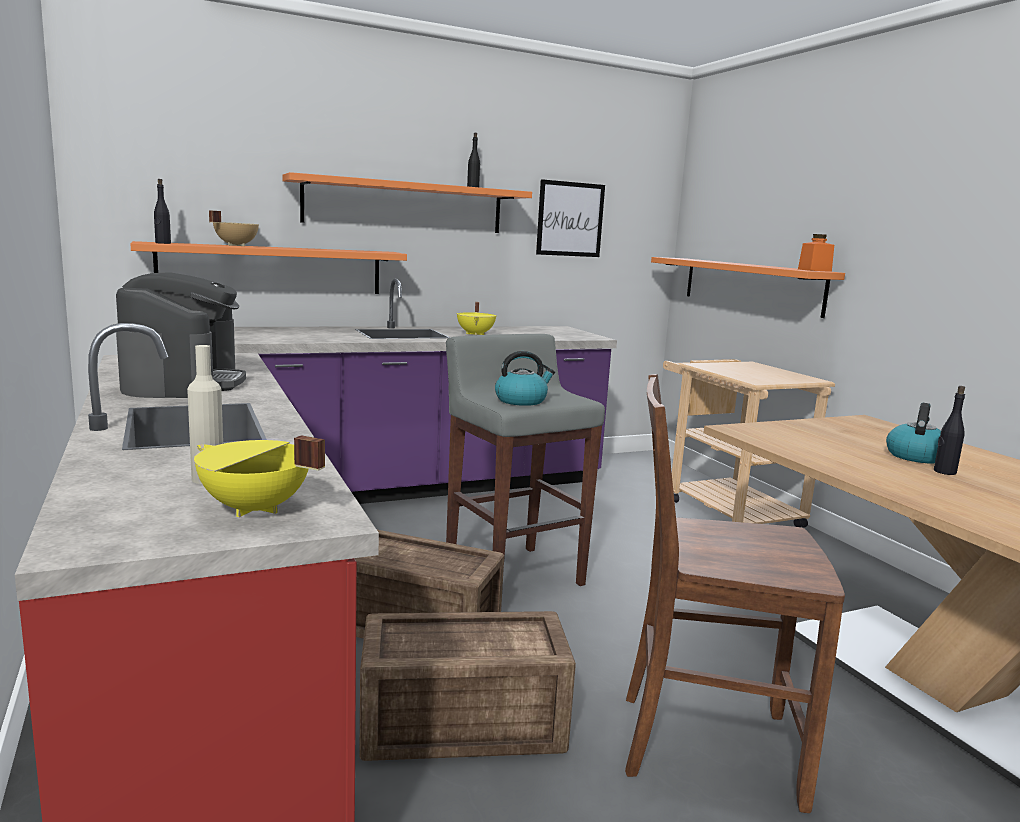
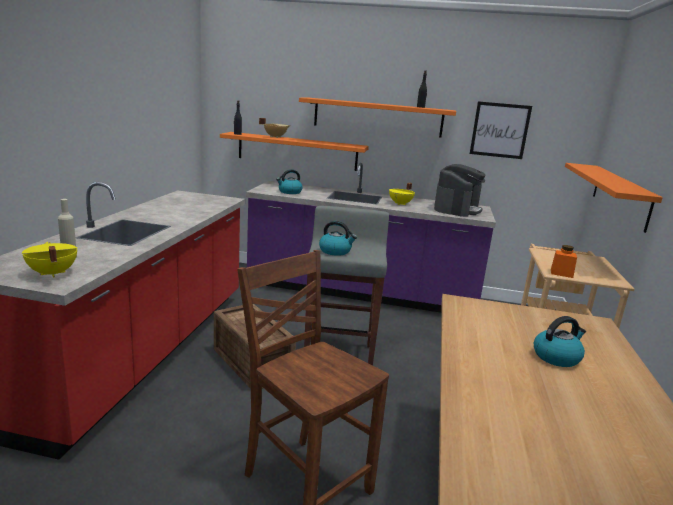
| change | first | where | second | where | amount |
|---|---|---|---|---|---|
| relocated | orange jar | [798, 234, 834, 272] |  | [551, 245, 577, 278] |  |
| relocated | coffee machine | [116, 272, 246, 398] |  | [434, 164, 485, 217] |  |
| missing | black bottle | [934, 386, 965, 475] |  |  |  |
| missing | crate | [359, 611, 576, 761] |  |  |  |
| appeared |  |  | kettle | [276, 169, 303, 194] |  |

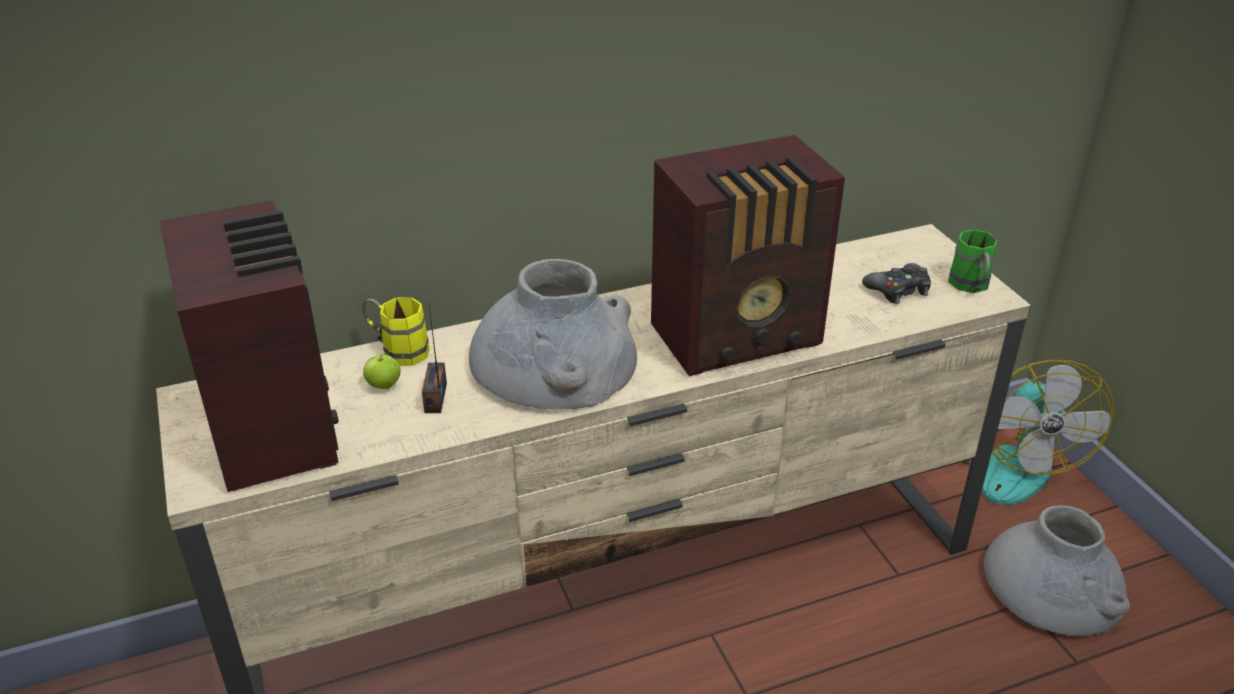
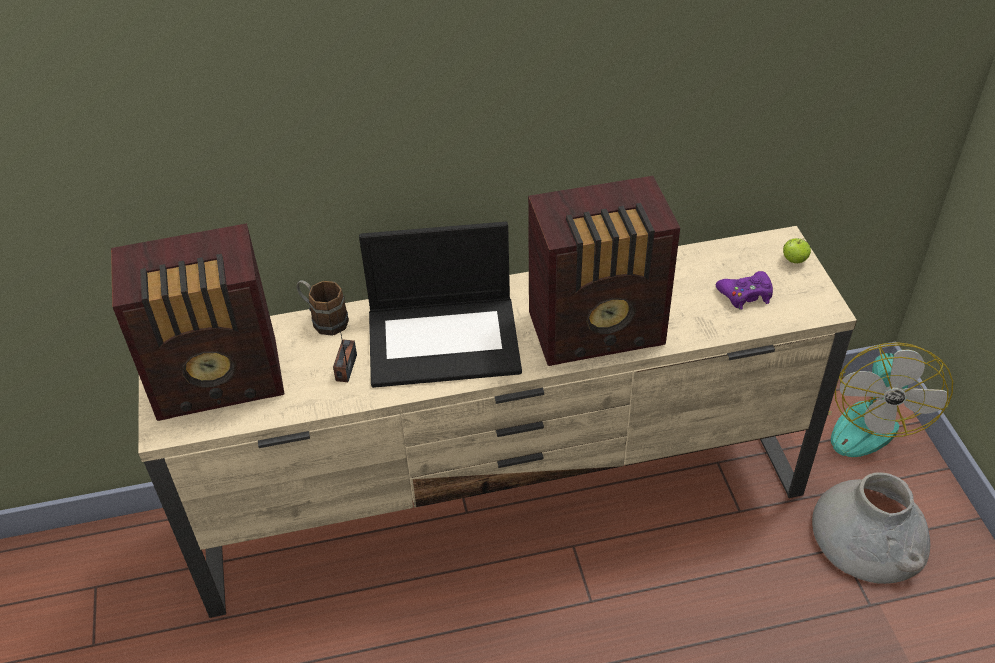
| change | first | where | second | where | amount |
|---|---|---|---|---|---|
| spun | radio | [159, 200, 339, 492] |  | [111, 223, 284, 421] | 90 degrees clockwise |
| missing | green mug | [948, 229, 997, 293] |  |  |  |
| exchanged | grey vase | [469, 259, 637, 410] | laptop | [359, 222, 522, 388] |  |
| colour | black game controller | [862, 263, 931, 304] | purple game controller | [716, 271, 773, 310] |  |
| colour | yellow mug | [362, 298, 430, 366] | brown mug | [296, 280, 349, 336] |  |
| relocated | apple | [363, 353, 401, 389] |  | [783, 238, 811, 263] |  |

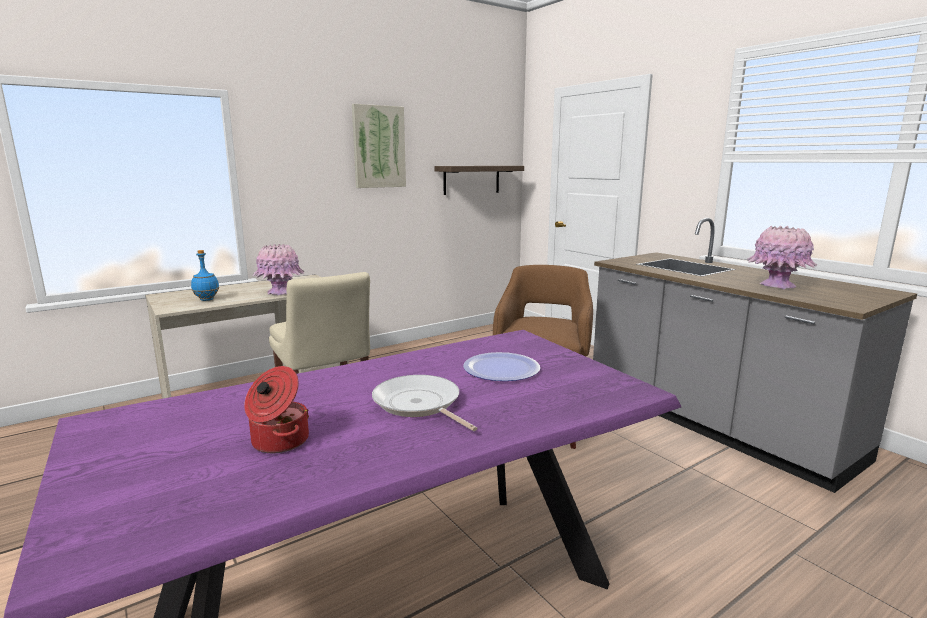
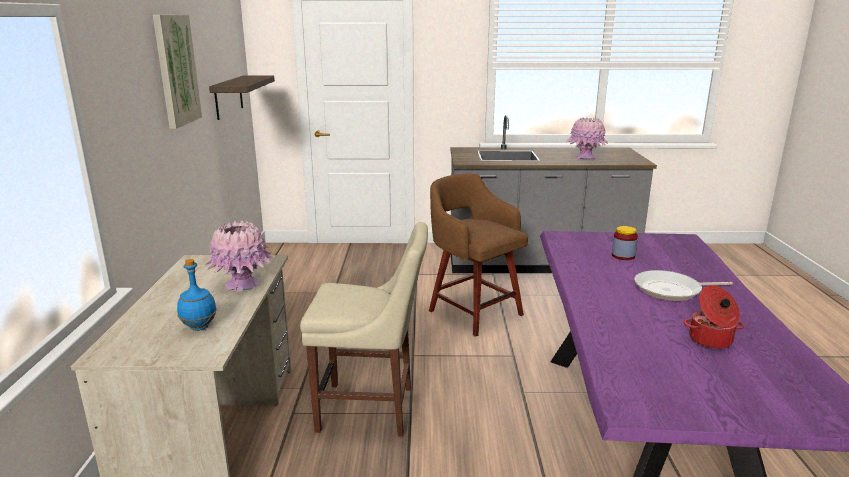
| change | first | where | second | where | amount |
|---|---|---|---|---|---|
| exchanged | plate | [463, 352, 540, 381] | jar | [612, 226, 638, 260] |  |

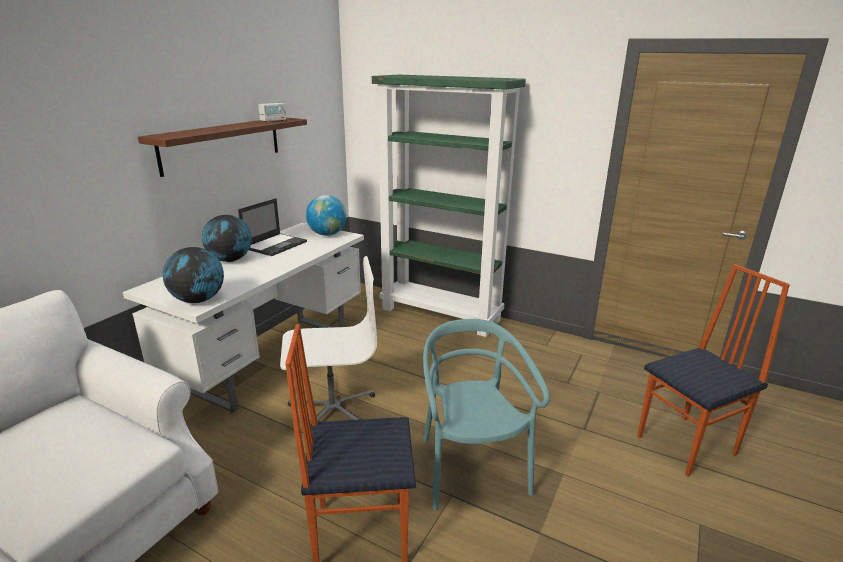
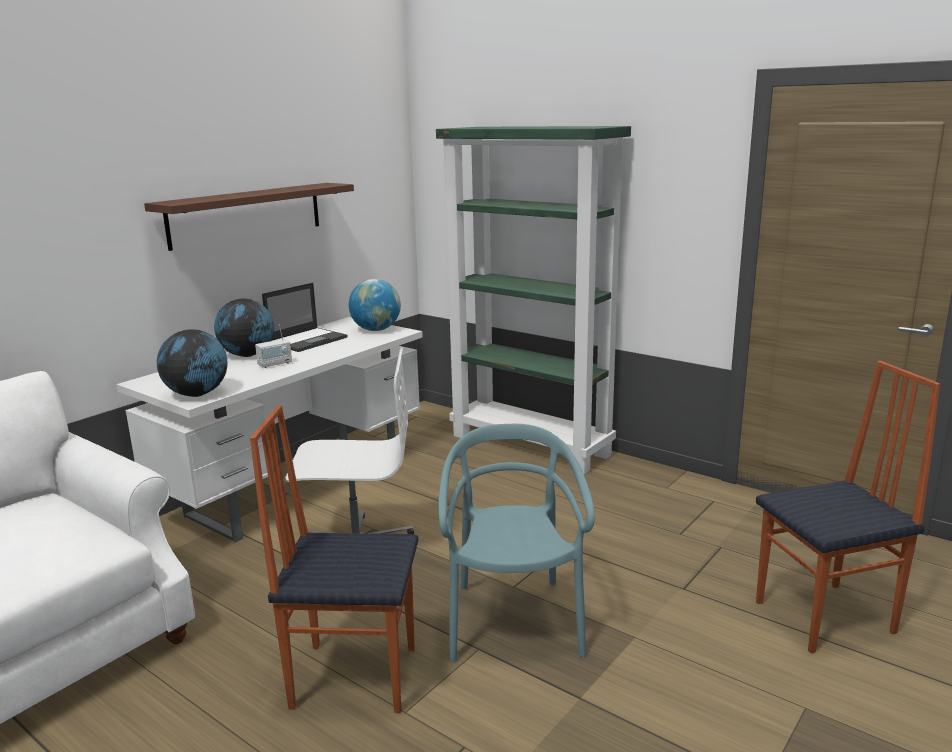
| change | first | where | second | where | amount |
|---|---|---|---|---|---|
| relocated | radio | [258, 90, 286, 122] |  | [255, 324, 292, 368] |  |

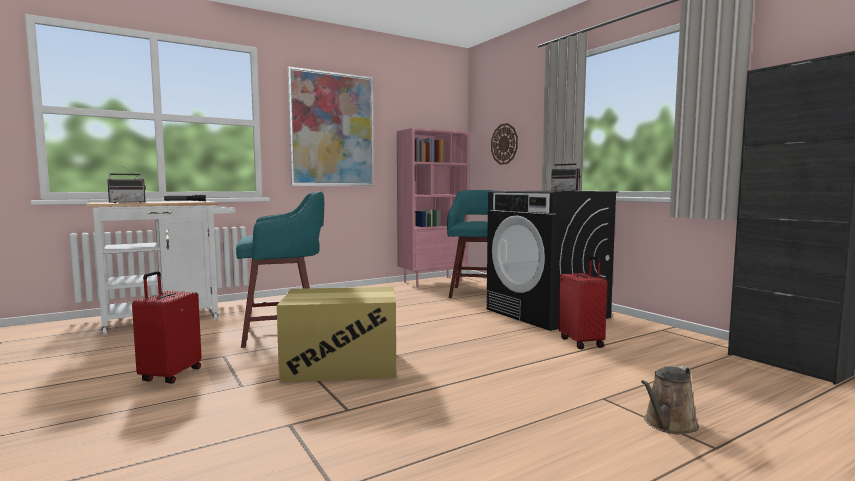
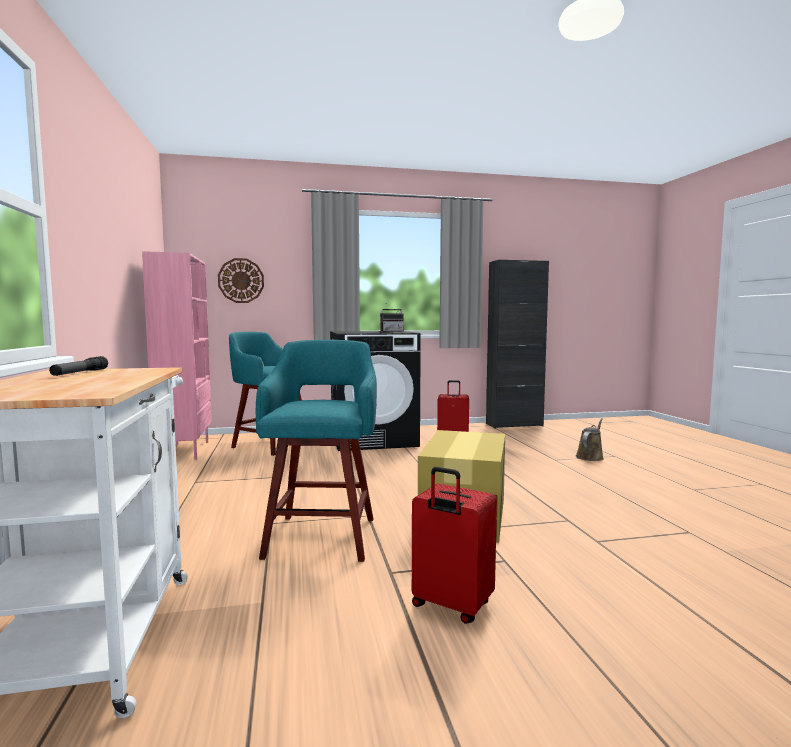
| change | first | where | second | where | amount |
|---|---|---|---|---|---|
| missing | picture | [288, 66, 374, 186] |  |  |  |
| missing | radio | [107, 167, 146, 203] |  |  |  |
| spun | brown watering can | [641, 365, 699, 435] |  | [576, 418, 604, 461] | 120 degrees counterclockwise |

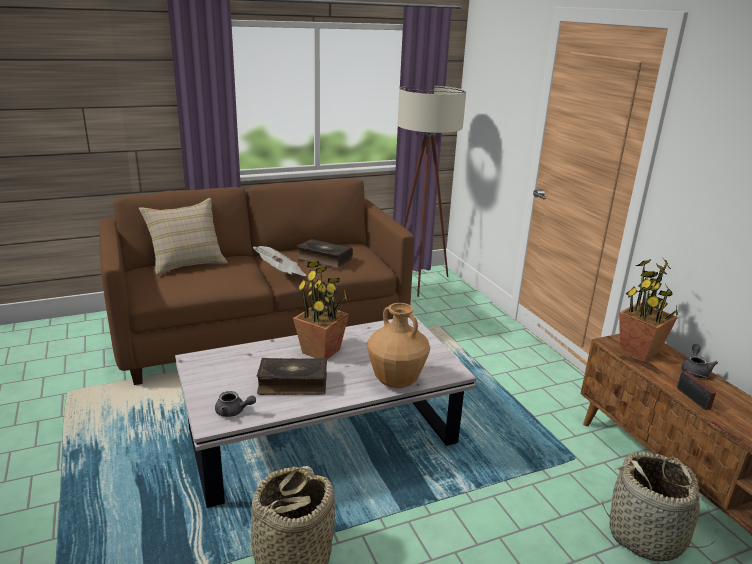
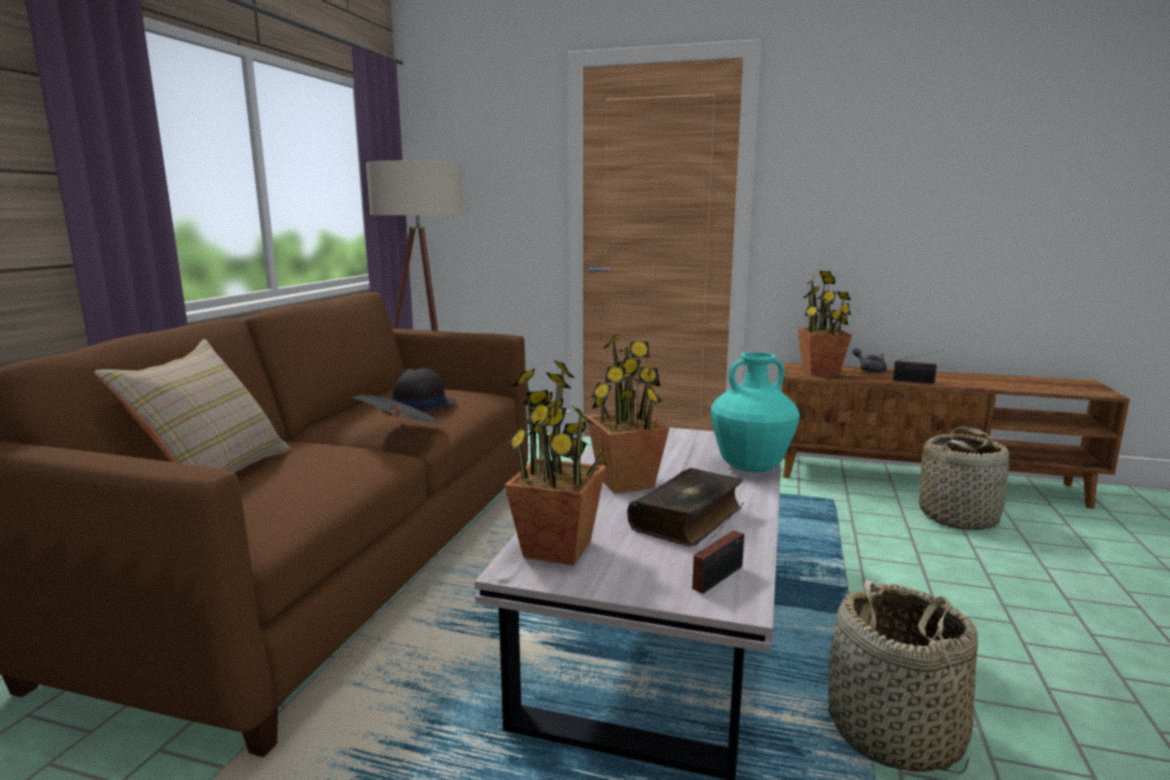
| change | first | where | second | where | amount |
|---|---|---|---|---|---|
| exchanged | book | [297, 239, 353, 268] | black hat | [388, 368, 456, 413] |  |
| colour | brown vase | [367, 303, 430, 388] | turquoise vase | [711, 352, 800, 472] |  |
| exchanged | grey teapot | [215, 391, 256, 417] | radio | [692, 503, 744, 594] |  |
| appeared |  |  | potted plant | [504, 360, 607, 566] |  |

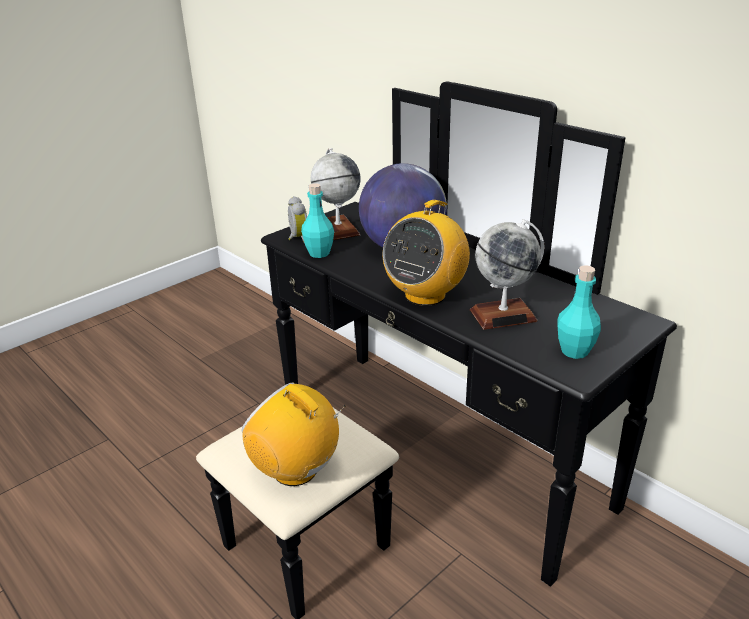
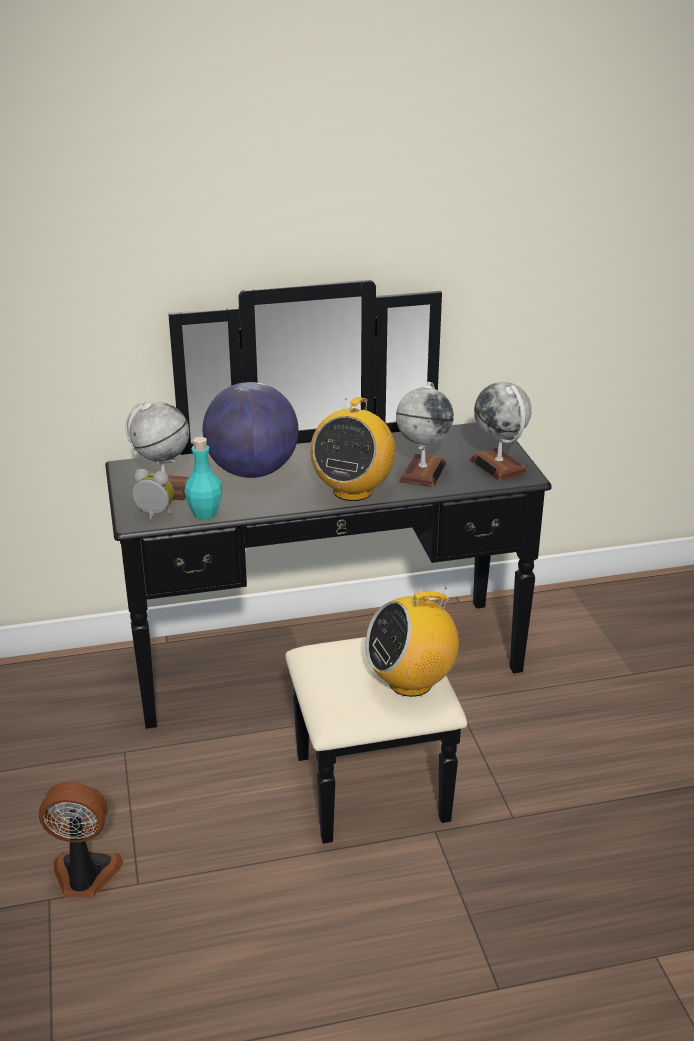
| change | first | where | second | where | amount |
|---|---|---|---|---|---|
| spun | radio | [383, 200, 470, 306] |  | [310, 397, 395, 501] | 45 degrees clockwise |
| exchanged | turquoise bottle | [557, 265, 601, 359] | globe | [470, 382, 532, 481] |  |
| appeared |  |  | fan | [39, 782, 123, 897] |  |

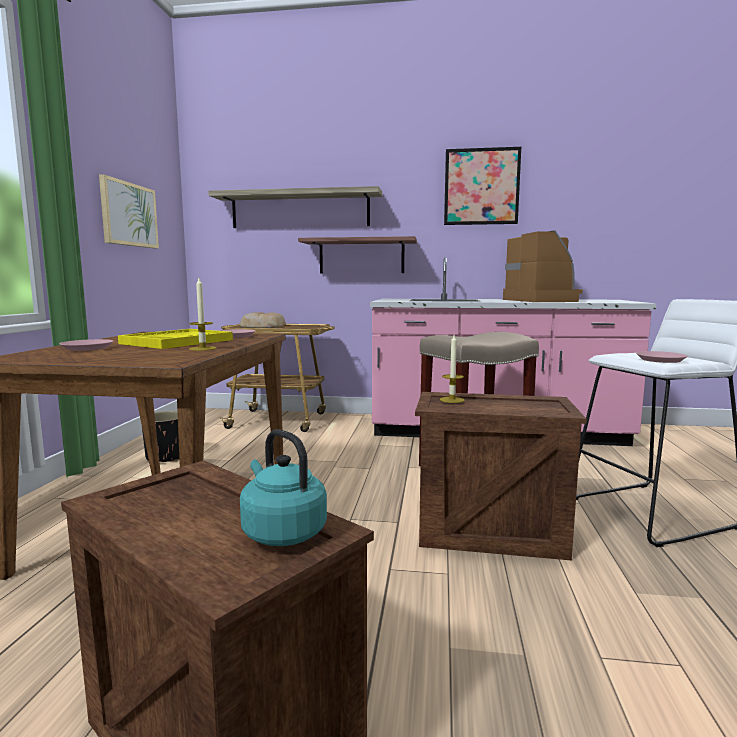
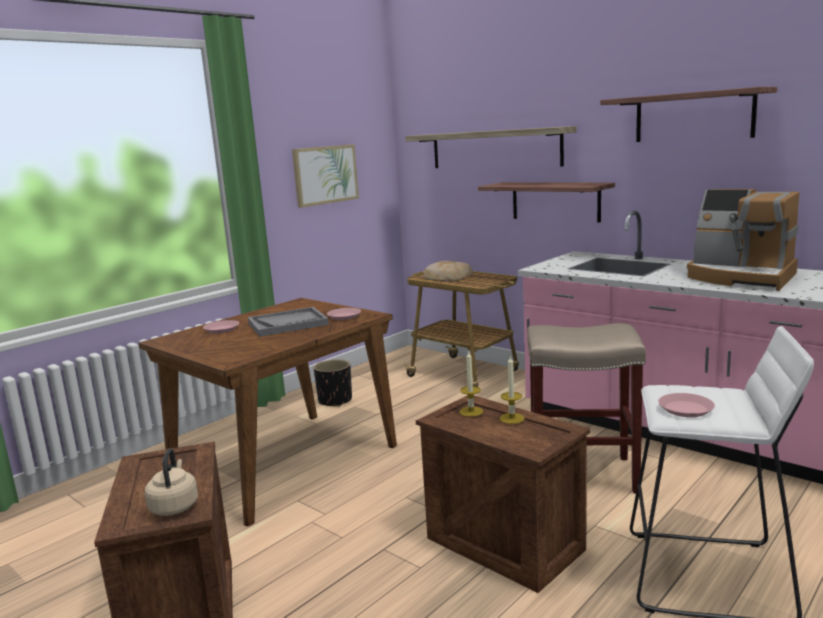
| change | first | where | second | where | amount |
|---|---|---|---|---|---|
| exchanged | picture | [444, 147, 521, 225] | shelf | [600, 87, 777, 142] |  |
| spun | coffee machine | [503, 230, 583, 302] |  | [687, 189, 799, 291] | 105 degrees clockwise |
| relocated | candle | [189, 278, 217, 351] |  | [500, 355, 525, 424] |  |
| colour | yellow tray | [118, 329, 233, 349] | grey tray | [248, 307, 329, 337] |  |
| colour | turquoise kettle | [240, 429, 327, 546] | beige kettle | [145, 448, 198, 516] |  |

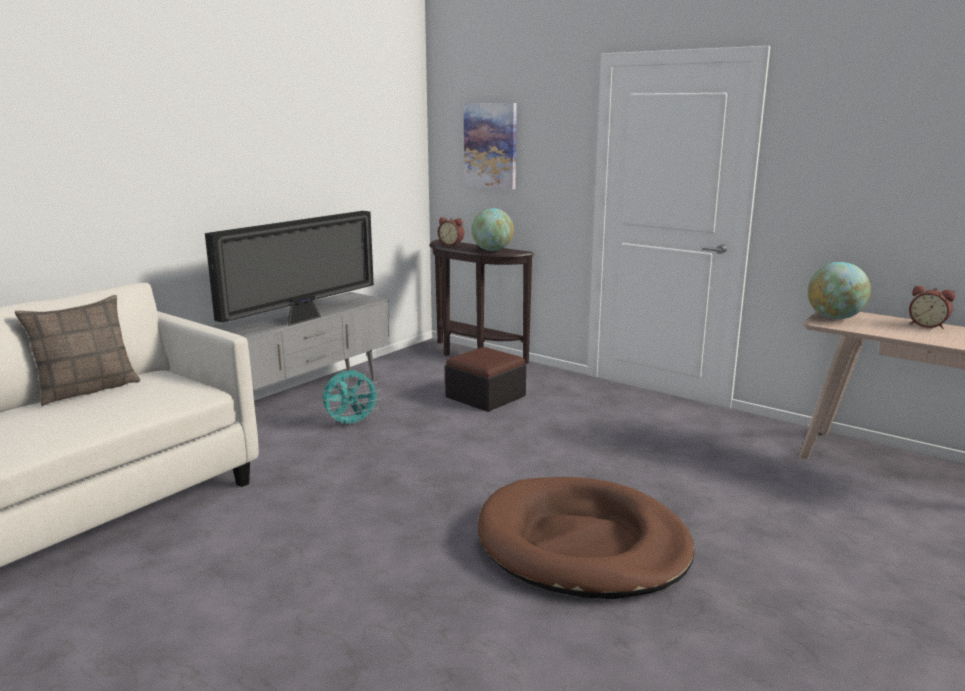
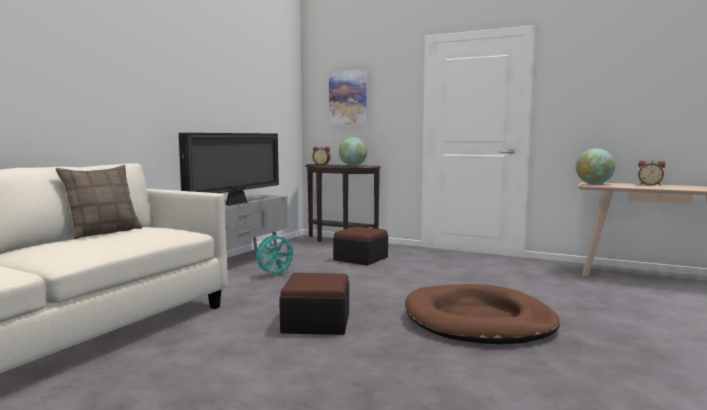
| change | first | where | second | where | amount |
|---|---|---|---|---|---|
| appeared |  |  | ottoman | [279, 273, 349, 335] |  |

